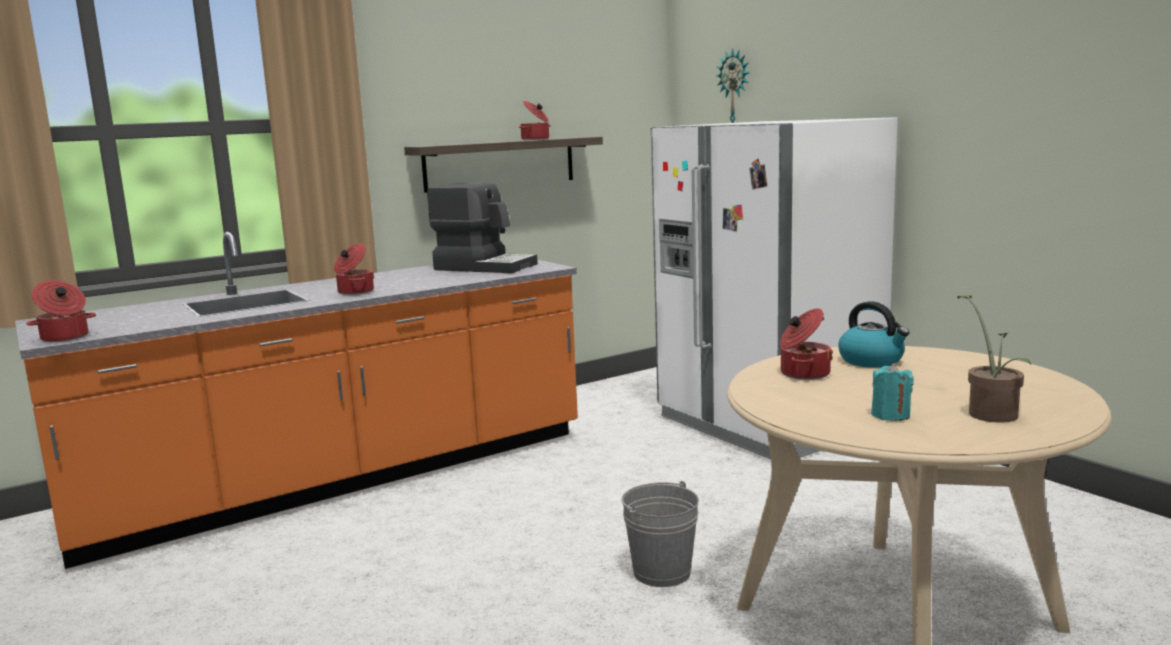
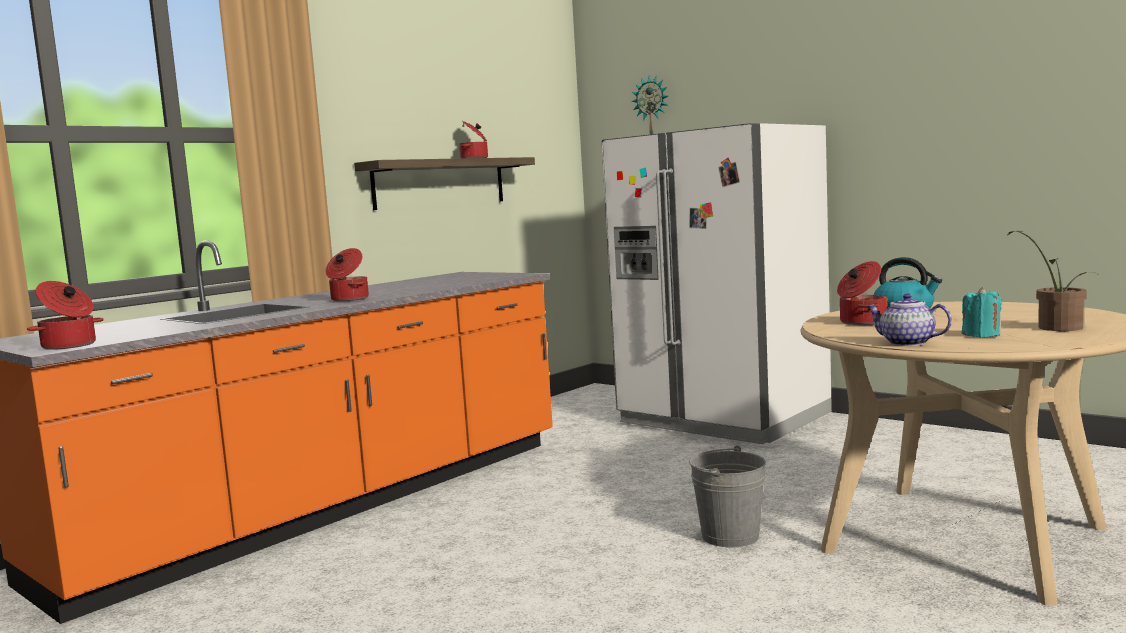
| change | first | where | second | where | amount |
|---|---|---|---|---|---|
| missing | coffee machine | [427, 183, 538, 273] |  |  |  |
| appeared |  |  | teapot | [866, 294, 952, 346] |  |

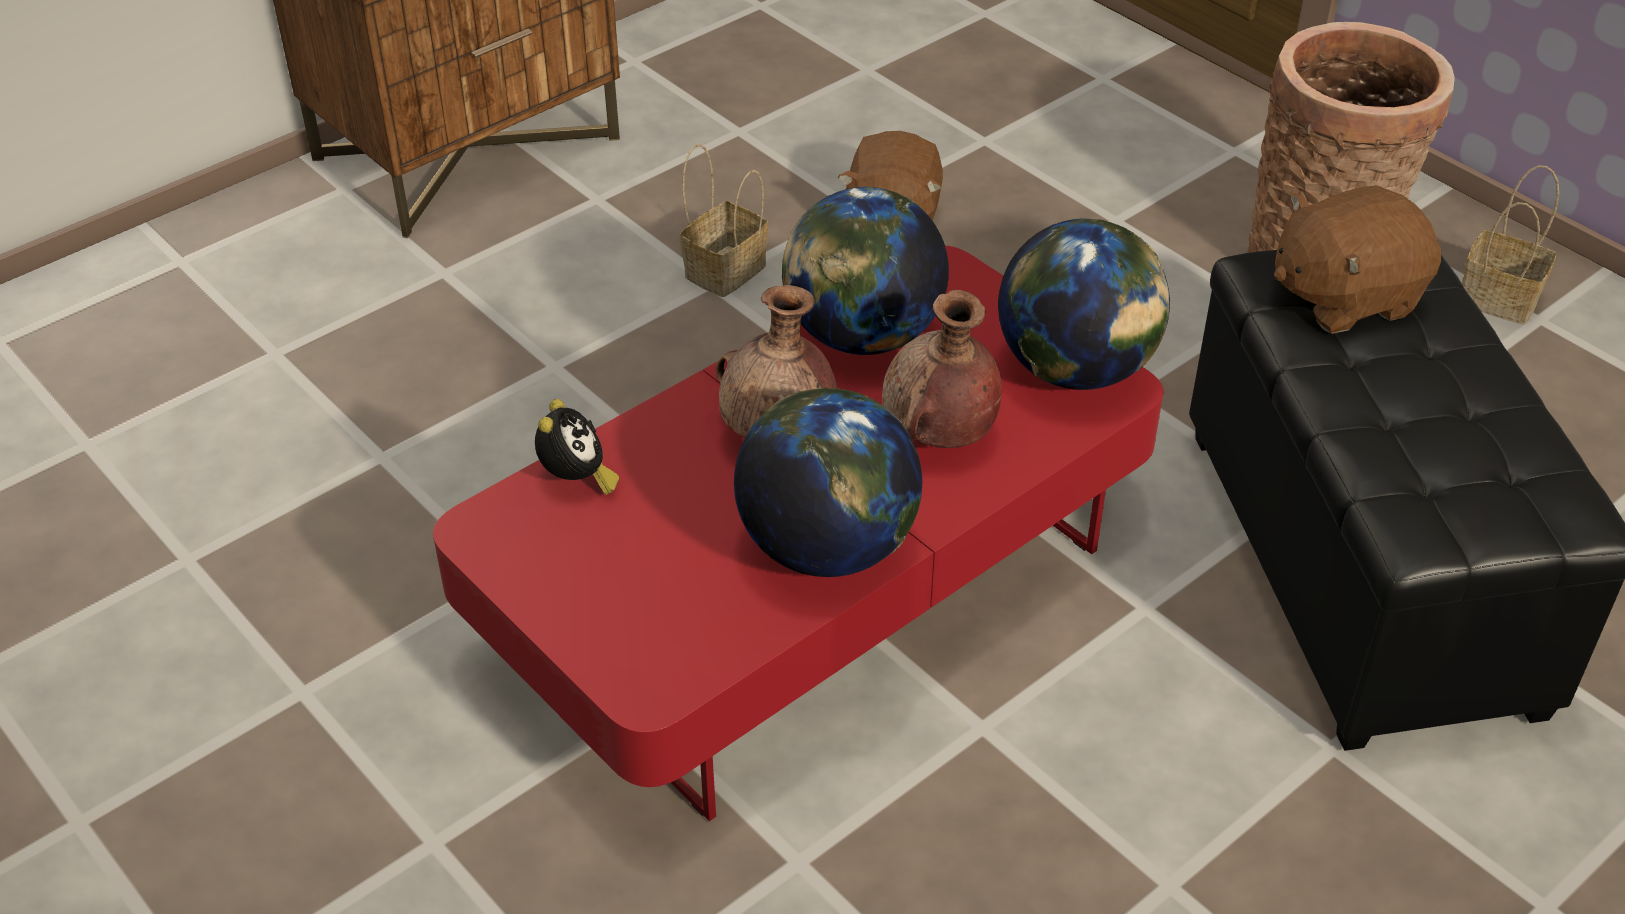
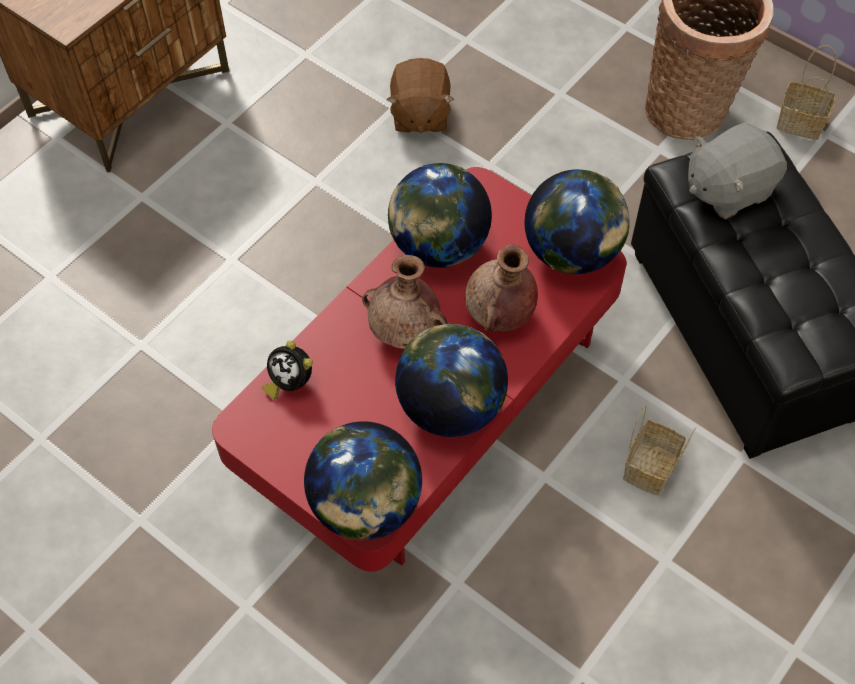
| change | first | where | second | where | amount |
|---|---|---|---|---|---|
| relocated | basket | [680, 144, 768, 297] |  | [623, 405, 696, 496] |  |
| colour | brown plush toy | [1274, 185, 1441, 334] | grey plush toy | [688, 123, 787, 220] |  |
| spun | alarm clock | [535, 399, 619, 495] |  | [262, 341, 313, 399] | 135 degrees clockwise |
| appeared |  |  | globe | [304, 421, 422, 541] |  |

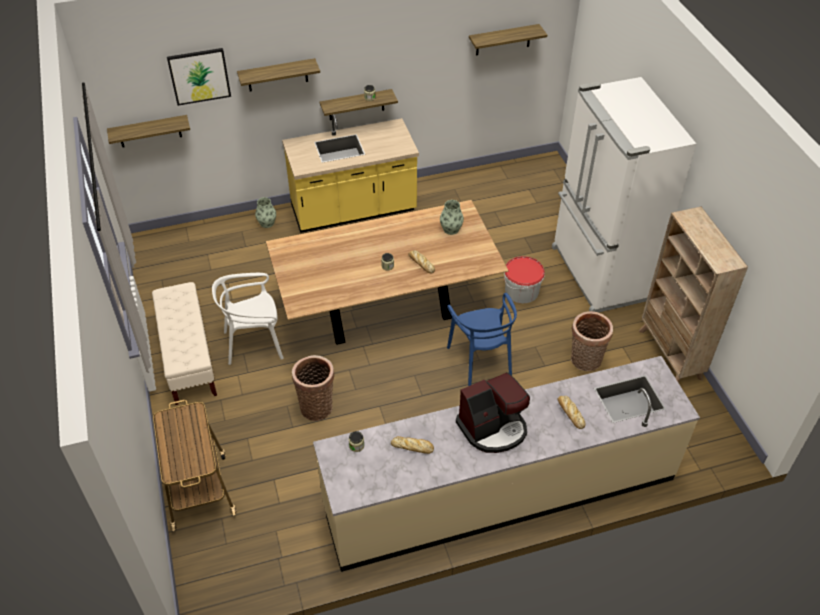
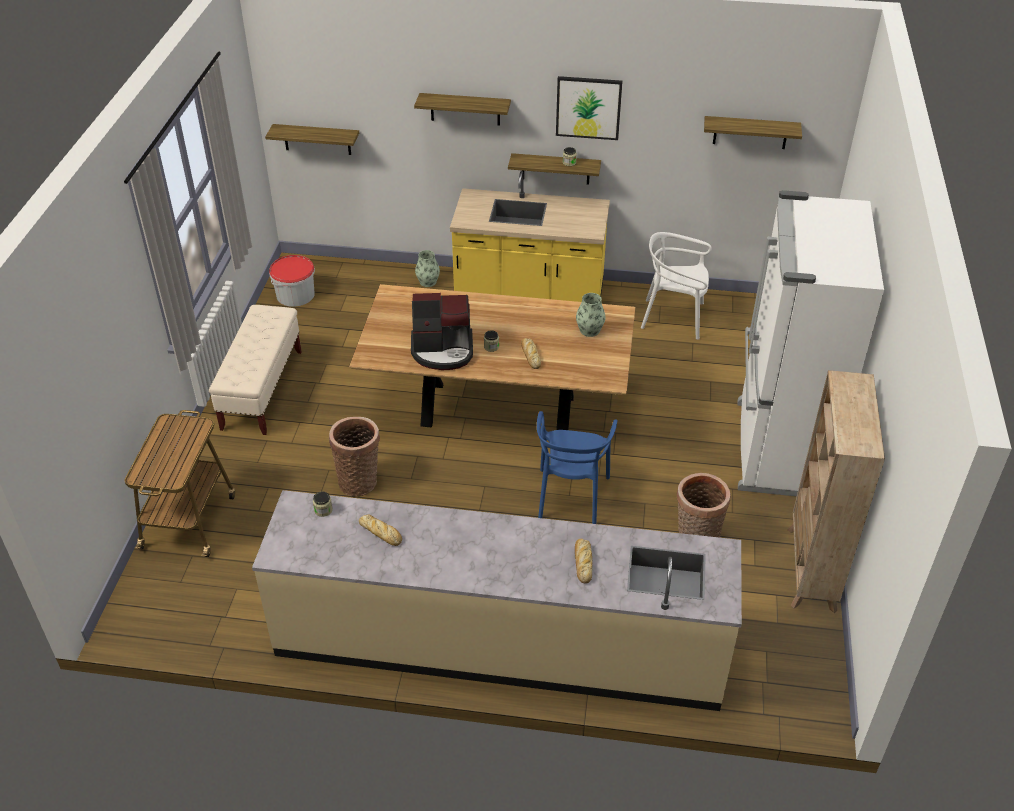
| change | first | where | second | where | amount |
|---|---|---|---|---|---|
| relocated | picture | [167, 48, 231, 106] |  | [556, 76, 622, 140] |  |
| relocated | bucket | [504, 256, 545, 303] |  | [269, 255, 315, 307] |  |
| relocated | white chair | [212, 273, 284, 365] |  | [641, 232, 712, 340] |  |
| relocated | coffee machine | [456, 372, 530, 453] |  | [411, 293, 473, 370] |  |

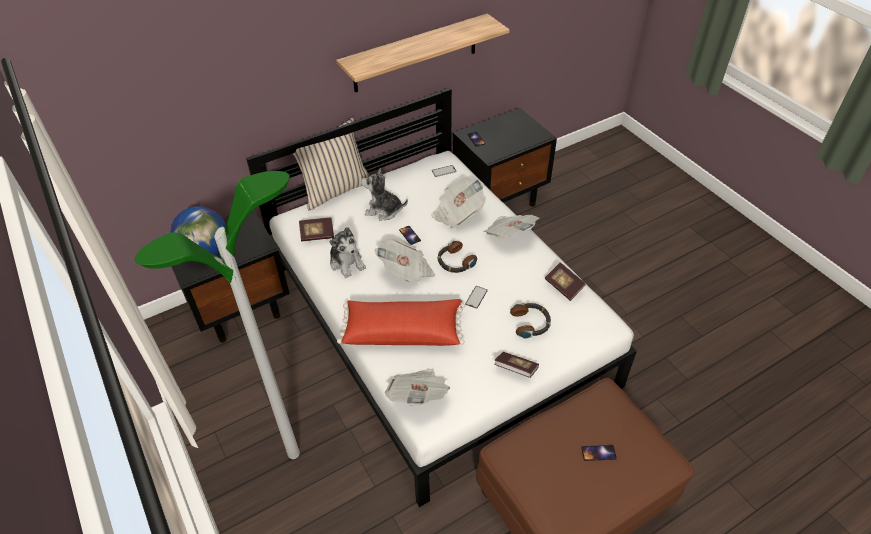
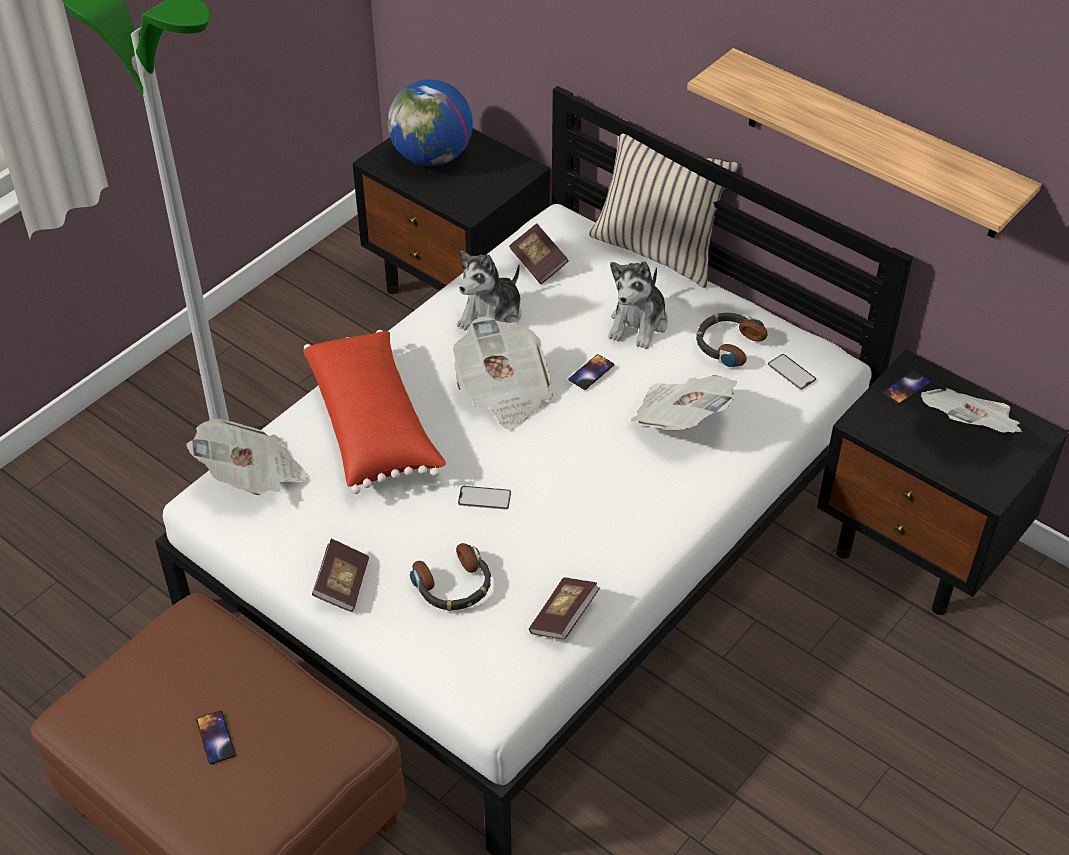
| change | first | where | second | where | amount |
|---|---|---|---|---|---|
| spun | plush toy | [361, 168, 408, 221] |  | [609, 261, 668, 349] | 150 degrees counterclockwise |
| relocated | newspaper | [484, 215, 539, 238] |  | [921, 388, 1022, 433] |  |
| relocated | headphones | [438, 241, 477, 273] |  | [696, 313, 768, 367] |  |

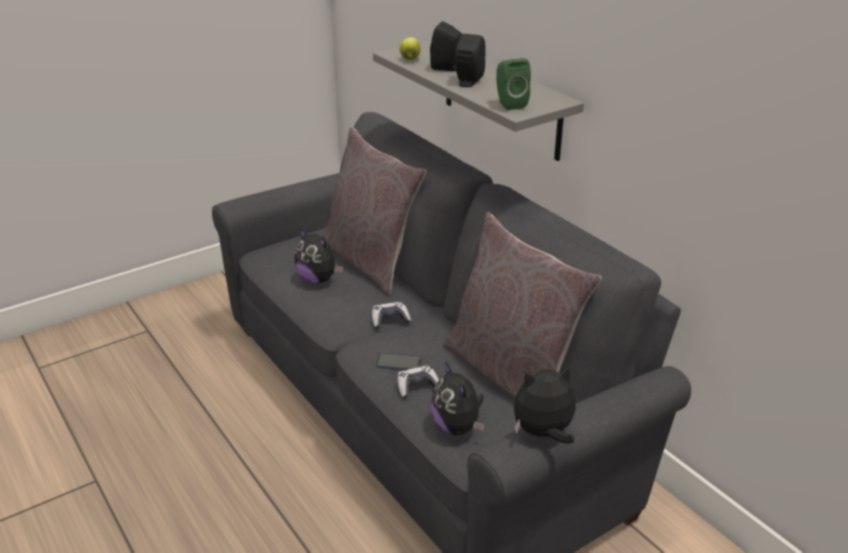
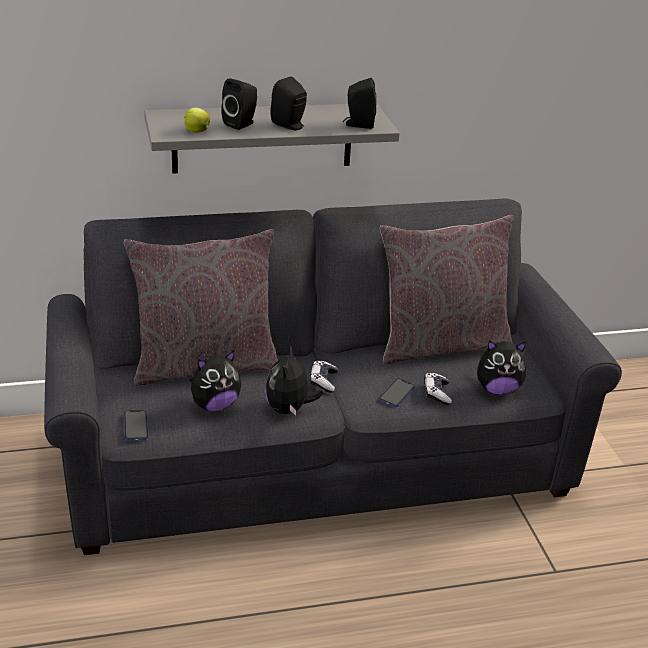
| change | first | where | second | where | amount |
|---|---|---|---|---|---|
| colour | green speaker | [496, 58, 531, 110] | black speaker | [343, 78, 377, 129] |  |
| relocated | plush toy | [514, 365, 576, 444] |  | [265, 345, 323, 415] |  |
| appeared |  |  | phone | [124, 410, 148, 440] |  |

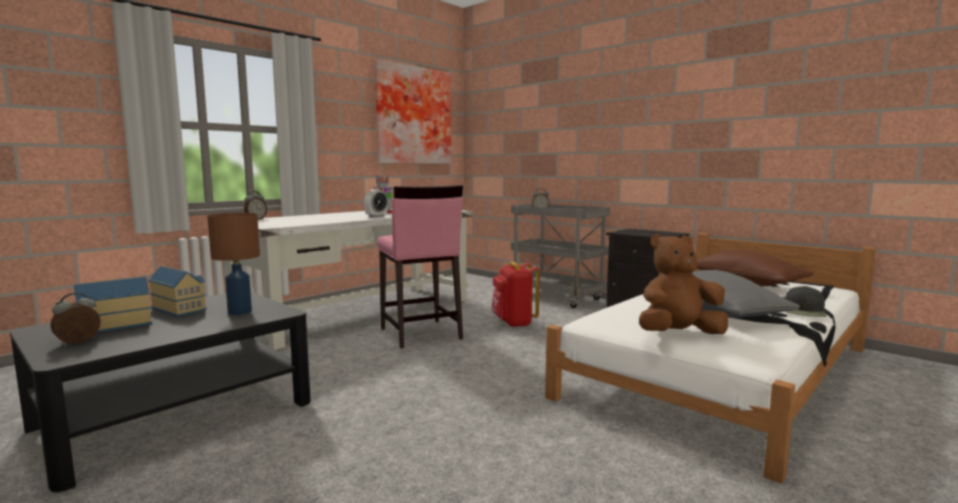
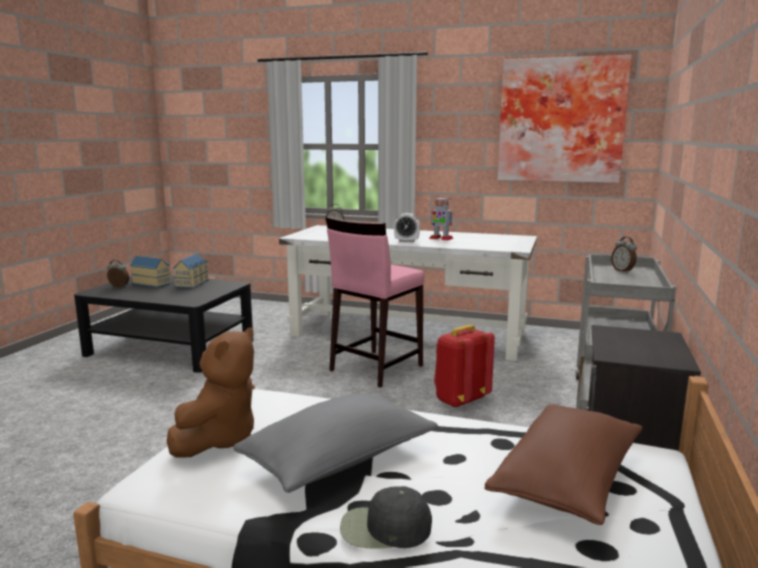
| change | first | where | second | where | amount |
|---|---|---|---|---|---|
| missing | brown table lamp | [207, 213, 260, 315] |  |  |  |
| spun | brown plush toy | [639, 234, 728, 334] |  | [167, 327, 254, 458] | 60 degrees clockwise |

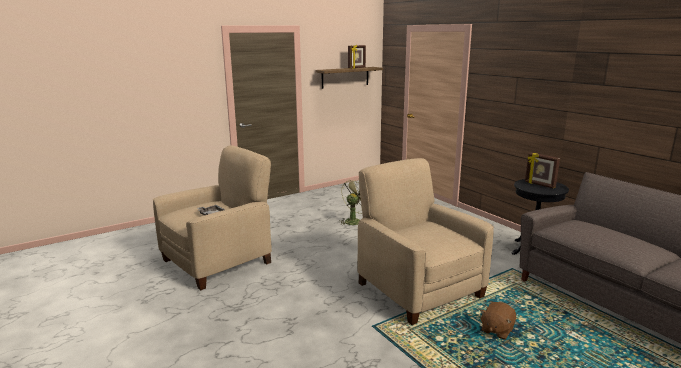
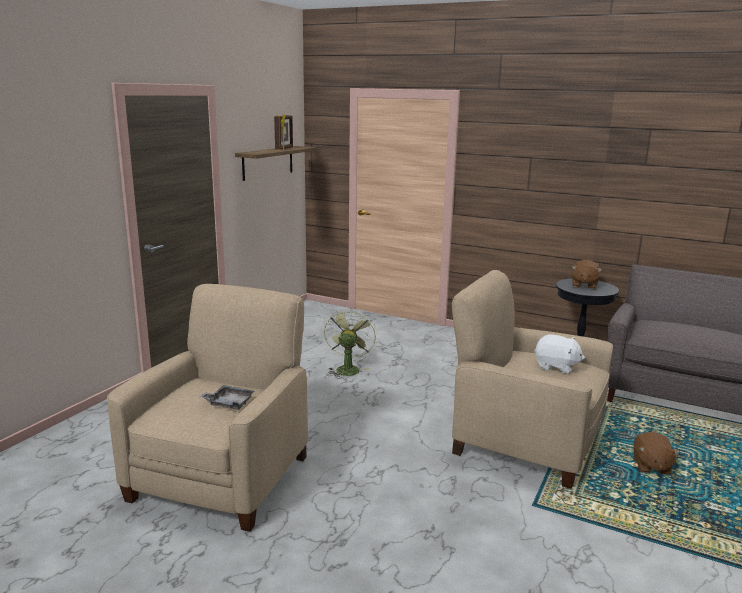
| change | first | where | second | where | amount |
|---|---|---|---|---|---|
| exchanged | picture frame | [525, 153, 560, 188] | brown plush toy | [572, 260, 602, 289] |  |
| appeared |  |  | white plush toy | [534, 335, 585, 374] |  |

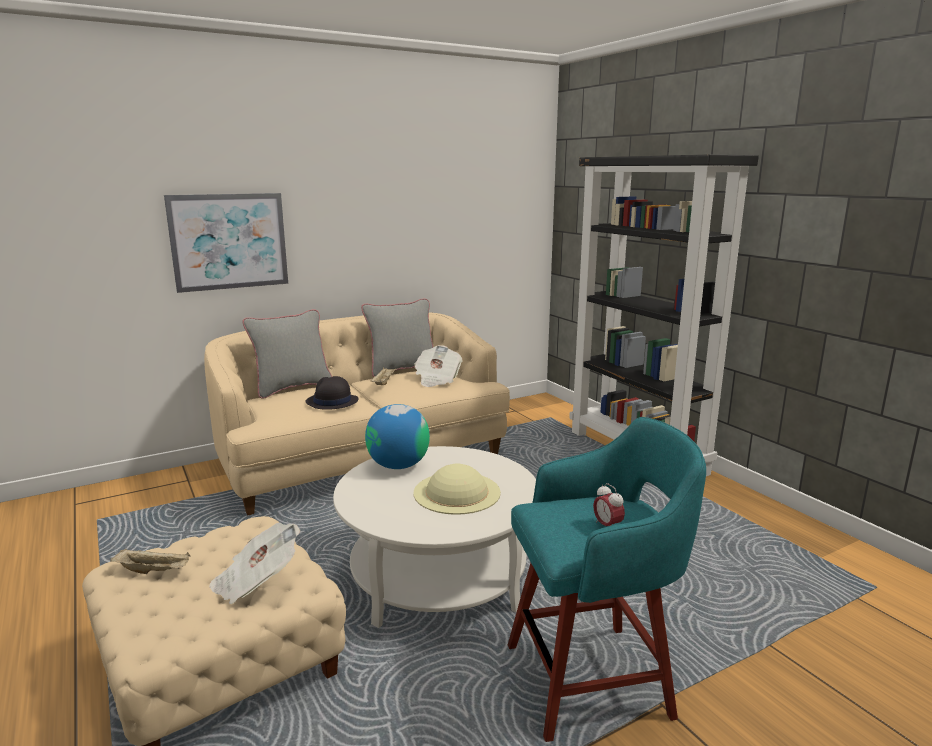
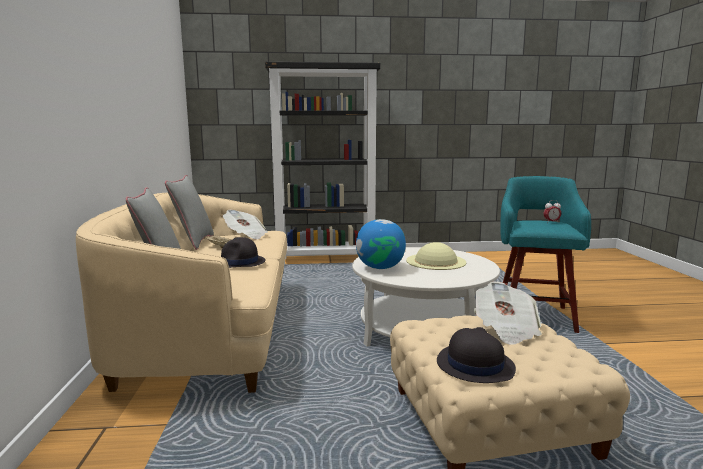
| change | first | where | second | where | amount |
|---|---|---|---|---|---|
| missing | picture | [164, 193, 288, 293] |  |  |  |
| exchanged | beige tray | [110, 549, 190, 574] | black hat | [437, 327, 516, 383] |  |

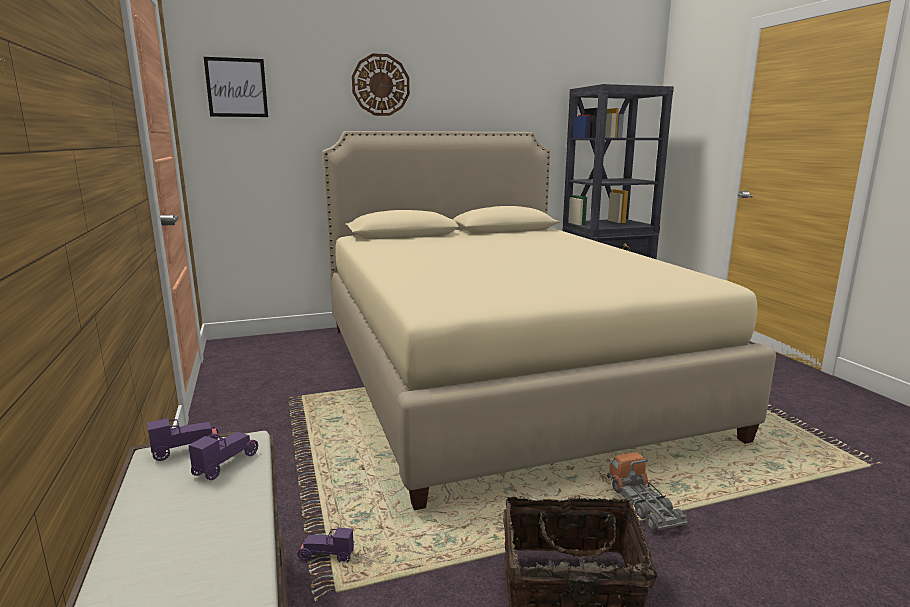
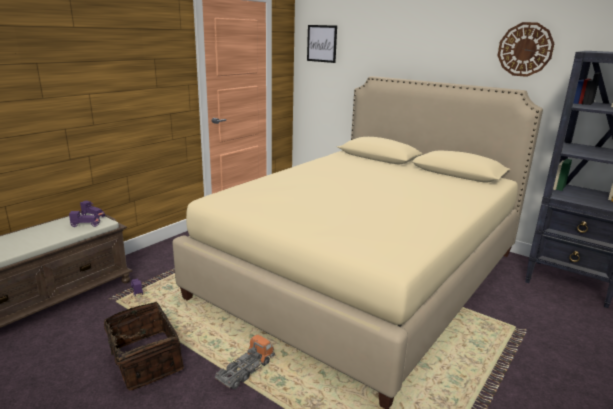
| change | first | where | second | where | amount |
|---|---|---|---|---|---|
| relocated | wall clock | [352, 53, 410, 116] |  | [497, 22, 555, 77] |  |

